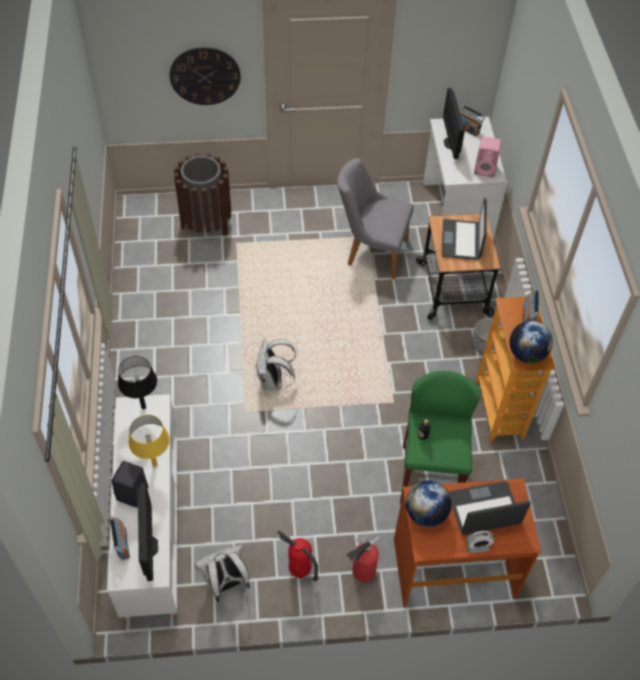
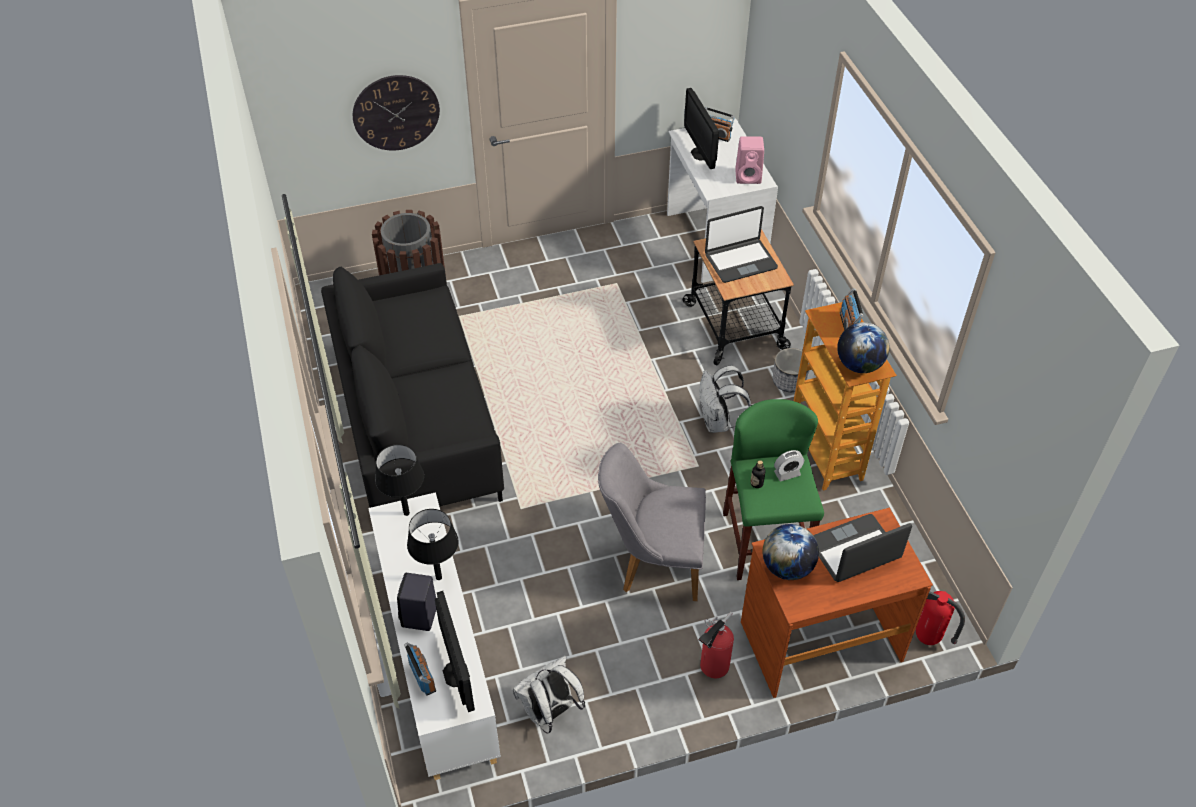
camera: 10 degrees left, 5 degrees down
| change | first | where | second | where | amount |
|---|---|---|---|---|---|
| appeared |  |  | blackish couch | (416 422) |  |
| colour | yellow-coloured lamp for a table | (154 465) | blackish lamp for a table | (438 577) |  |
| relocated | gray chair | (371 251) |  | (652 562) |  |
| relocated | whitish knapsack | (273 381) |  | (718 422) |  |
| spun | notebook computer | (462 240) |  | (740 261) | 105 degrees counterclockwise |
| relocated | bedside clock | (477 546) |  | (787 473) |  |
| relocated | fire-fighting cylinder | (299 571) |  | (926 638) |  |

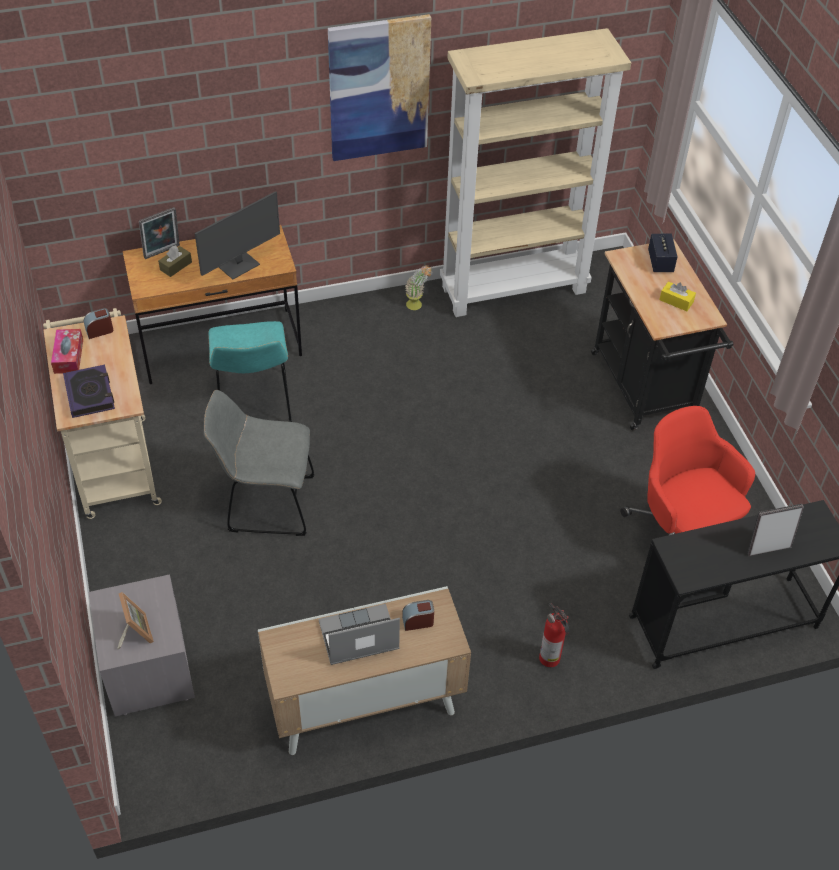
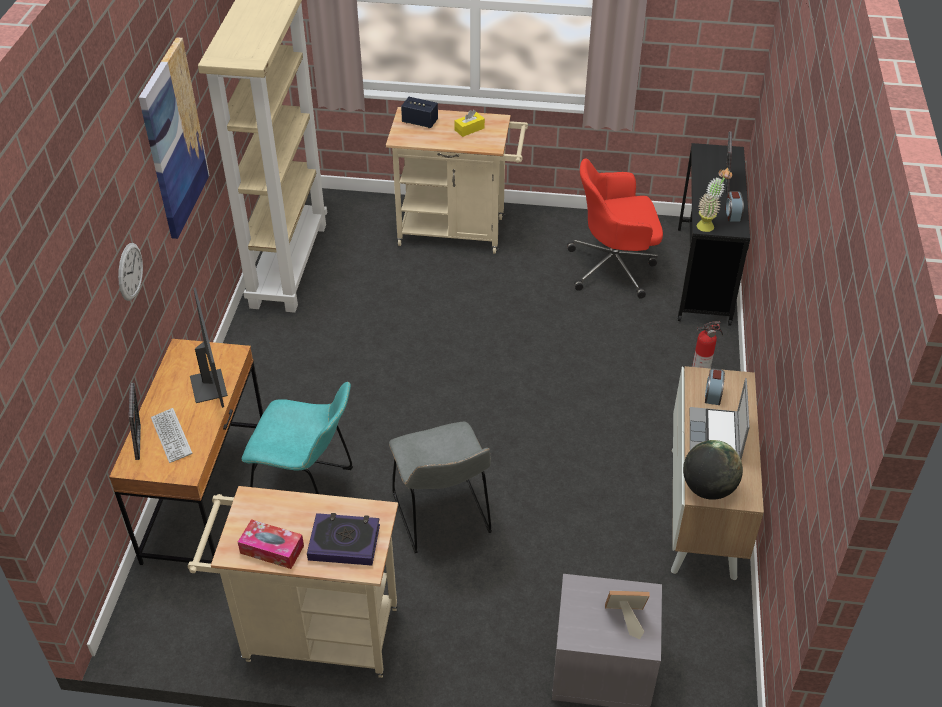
camera: 65 degrees left, 5 degrees down
| change | first | where | second | where | amount |
|---|---|---|---|---|---|
| appeared |  |  | clock on the wall | (130 271) |  |
| exchanged | brown-coloured box of tissues | (176 266) | PC keyboard | (171 436) |  |
| colour | blackish wheeled cart | (646 391) | beige wheeled cart | (458 231) |  |
| spun | gray chair | (266 503) |  | (443 517) | 45 degrees counterclockwise |
| appeared |  |  | desk globe | (708 488) |  |
| relocated | houseplant | (417 306) |  | (708 224) |  |
| relocated | bedside clock | (99 331) |  | (732 214) |  |

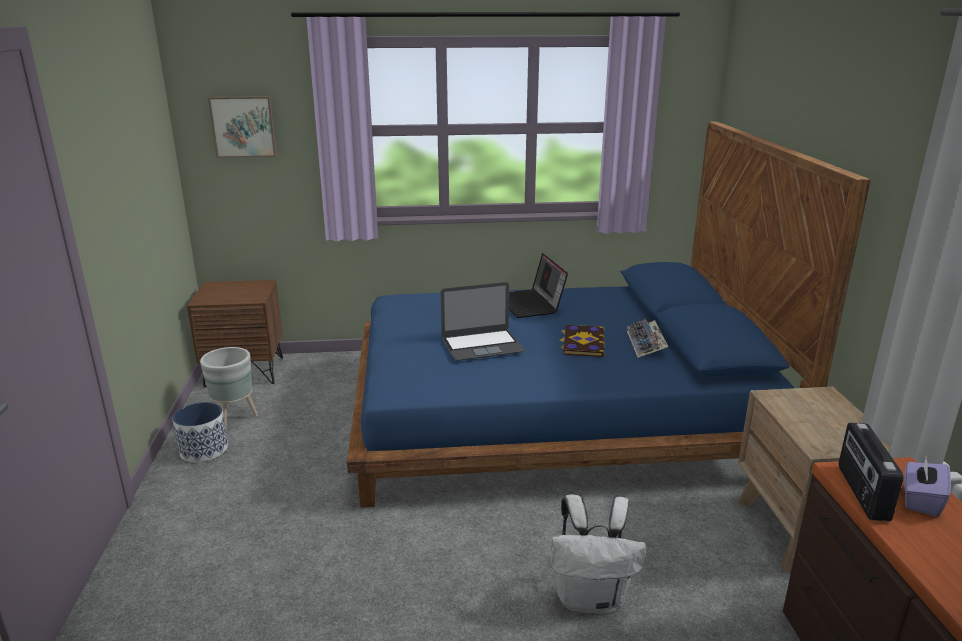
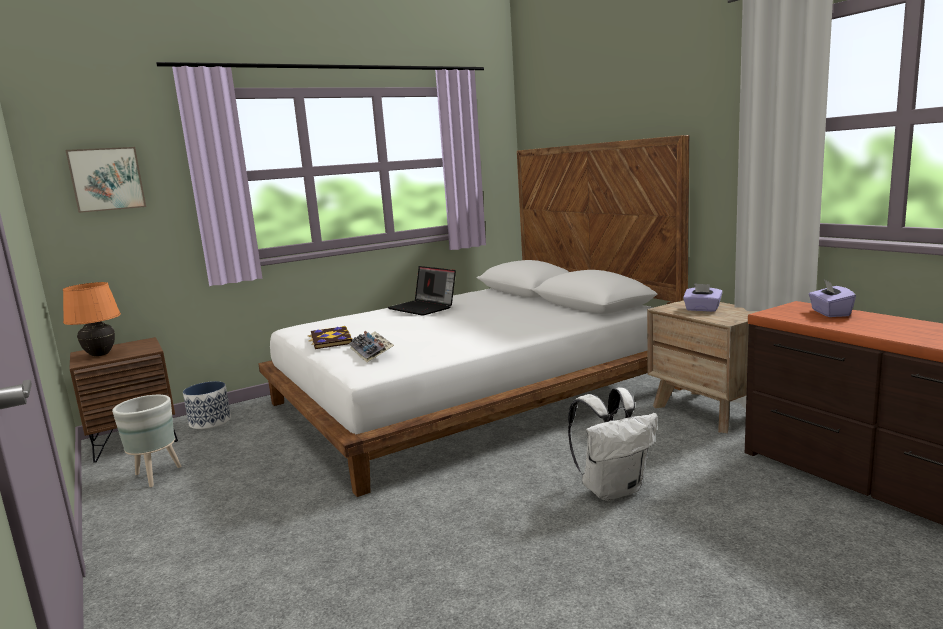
camera: 25 degrees left, 10 degrees down
| change | first | where | second | where | amount |
|---|---|---|---|---|---|
| appeared |  |  | orangey lamp for a table | (100 355) |  |
| relocated | planter | (204 449) |  | (210 421) |  |
| colour | blue sleeping bed | (554 414) | whitish sleeping bed | (470 396) |  |
| relocated | book | (582 342) |  | (330 339) |  |
| relocated | PC keyboard | (646 344) |  | (372 352) |  |
| appeared |  |  | purple-coloured box of tissues | (702 309) |  |
| missing | notebook computer | (482 345) |  |  |  |
| missing | radio receiver | (861 492) |  |  |  |

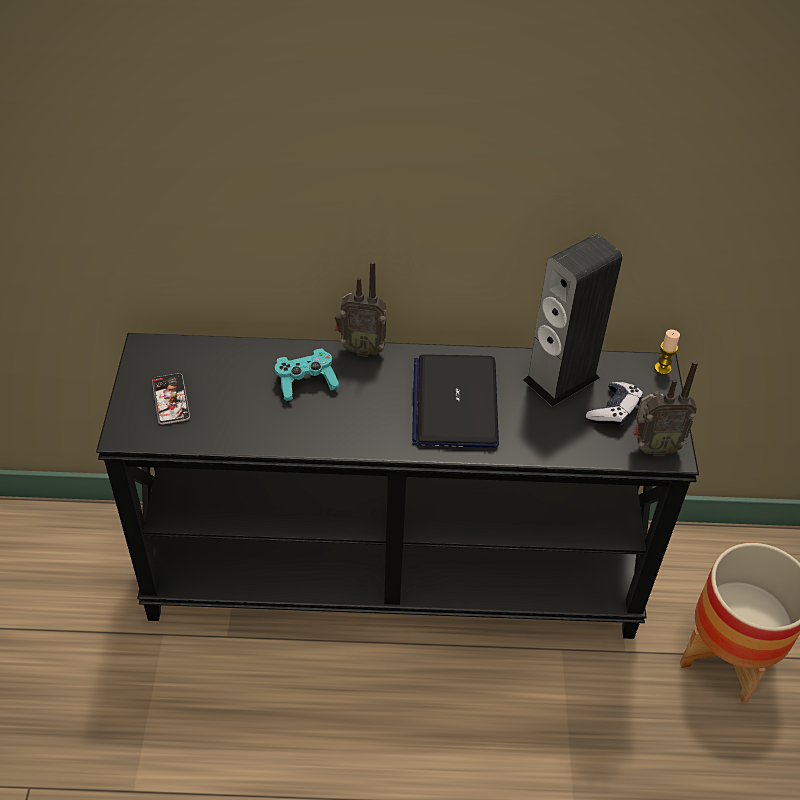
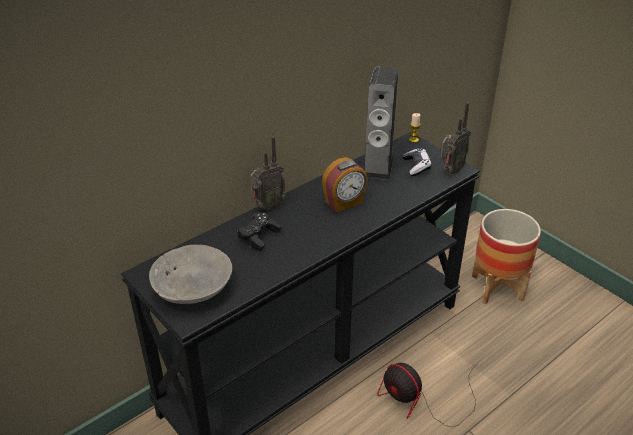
camera: 40 degrees left, 10 degrees down
| change | first | where | second | where | amount |
|---|---|---|---|---|---|
| exchanged | handset | (171 399) | gray serving bowl | (194 288) |  |
| colour | turquoise-coloured gamepad | (306 382) | blackish gamepad | (259 237) |  |
| exchanged | notebook computer | (455 402) | bedside clock | (344 202) |  |
| appeared |  |  | fan | (422 401) |  |

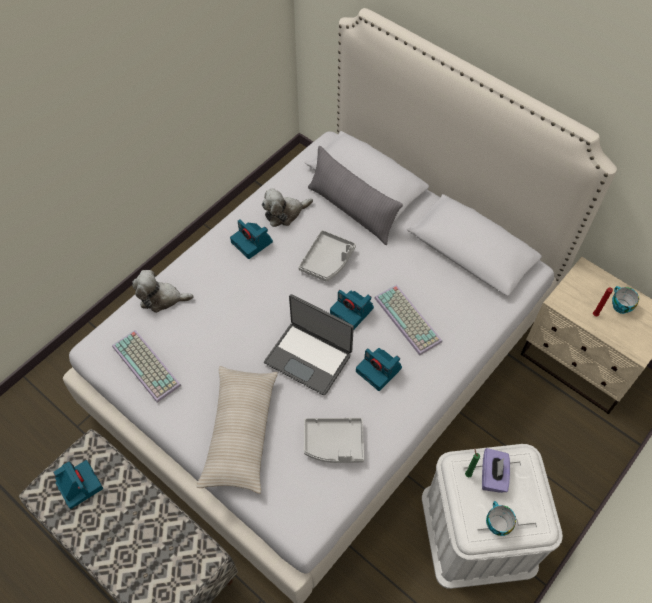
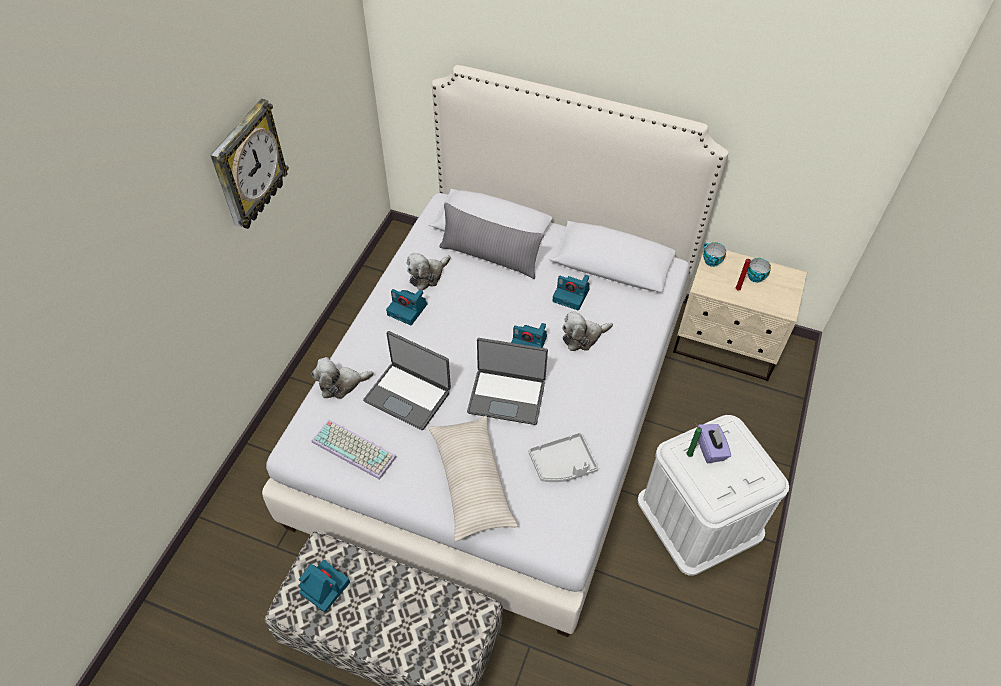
camera: 20 degrees left, 5 degrees down
| change | first | where | second | where | amount |
|---|---|---|---|---|---|
| appeared |  |  | clock on the wall | (248 167) |  |
| appeared |  |  | notebook computer | (408 395) |  |
| relocated | still camera | (379 370) |  | (572 295) |  |
| exchanged | PC keyboard | (409 319) | cuddly toy | (583 337) |  |
| relocated | small cup | (496 523) |  | (710 260) |  |
| missing | gray serving tray | (327 261) |  |  |  |

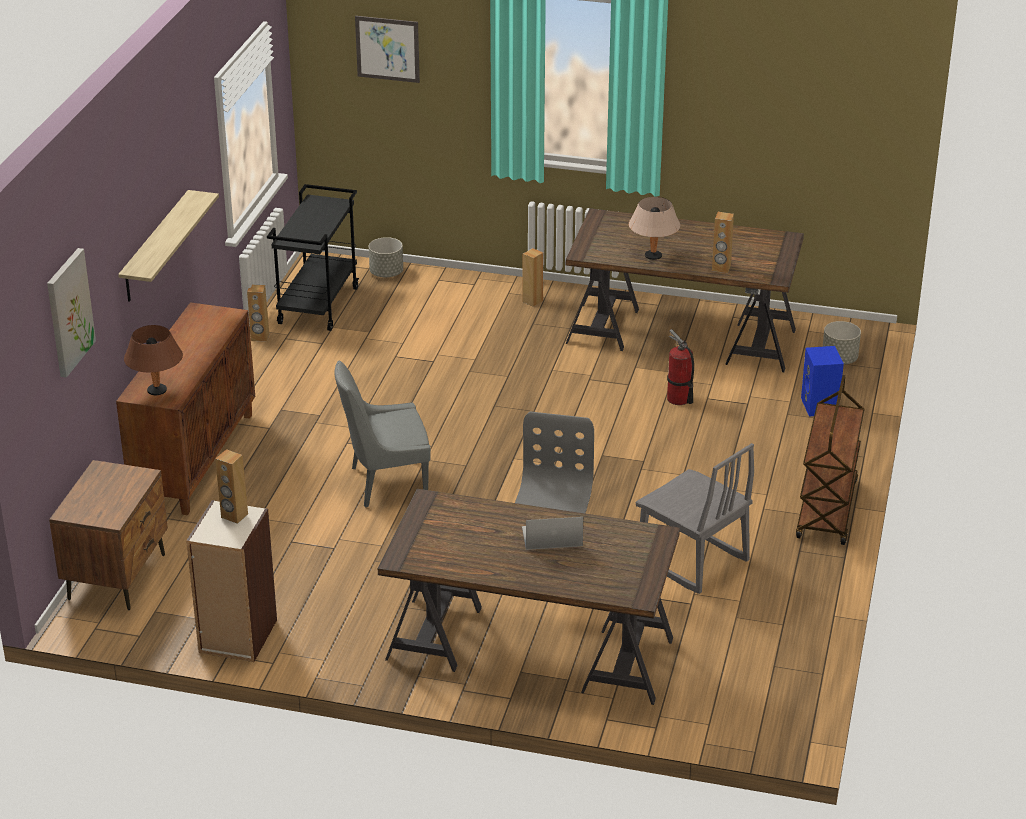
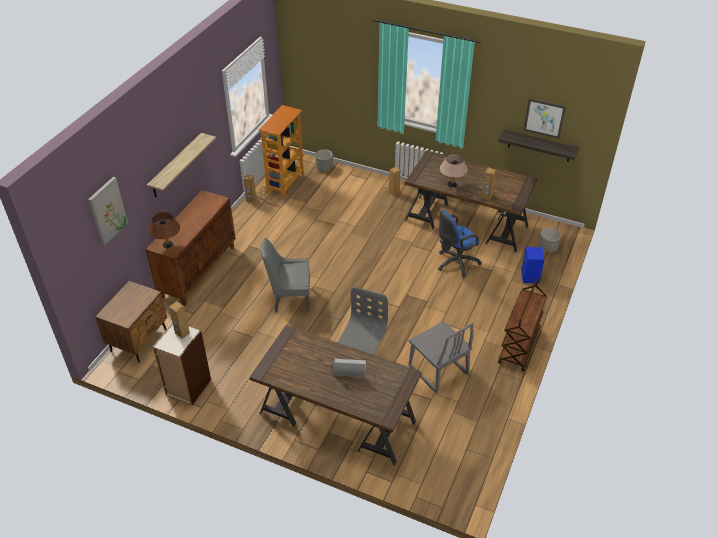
camera: 10 degrees right, 10 degrees up
| change | first | where | second | where | amount |
|---|---|---|---|---|---|
| exchanged | blackish wheeled cart | (318 305) | bookshelf | (285 183) |  |
| exchanged | fire-fighting cylinder | (678 399) | blue office chair | (455 263) |  |
| appeared |  |  | wall shelf | (539 146) |  |
| relocated | wall art | (387 49) |  | (544 118) |  |

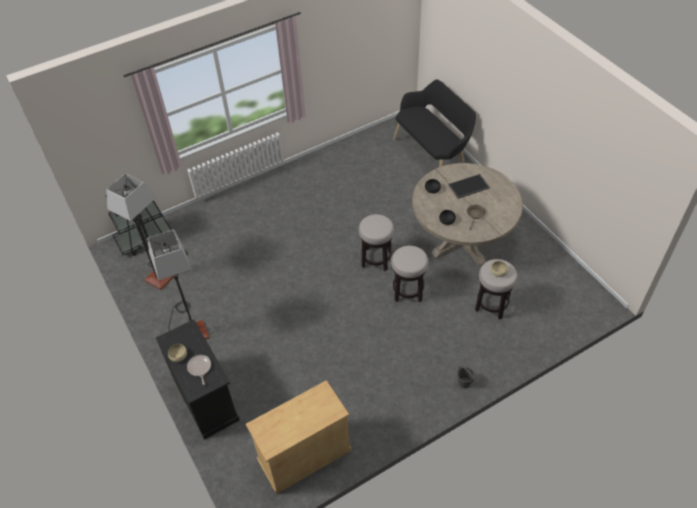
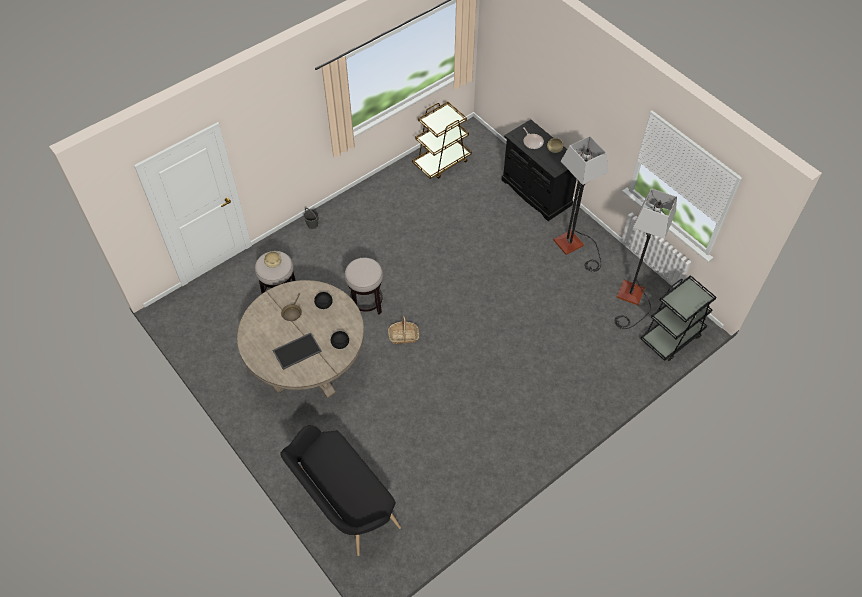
camera: 170 degrees right, 5 degrees up
| change | first | where | second | where | amount |
|---|---|---|---|---|---|
| exchanged | sitting stool | (376 259) | household basket | (403 336) |  |
| exchanged | beige cupboard | (304 455) | brown-coloured wheeled cart | (442 162) |  |

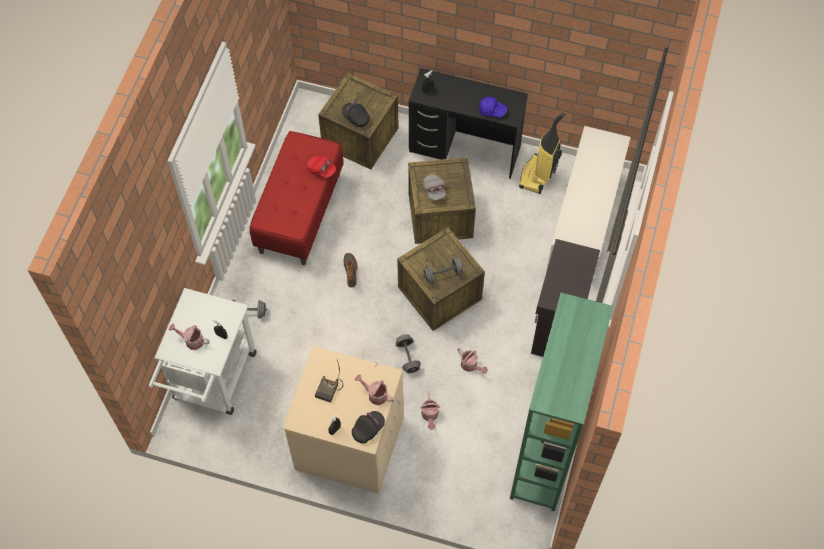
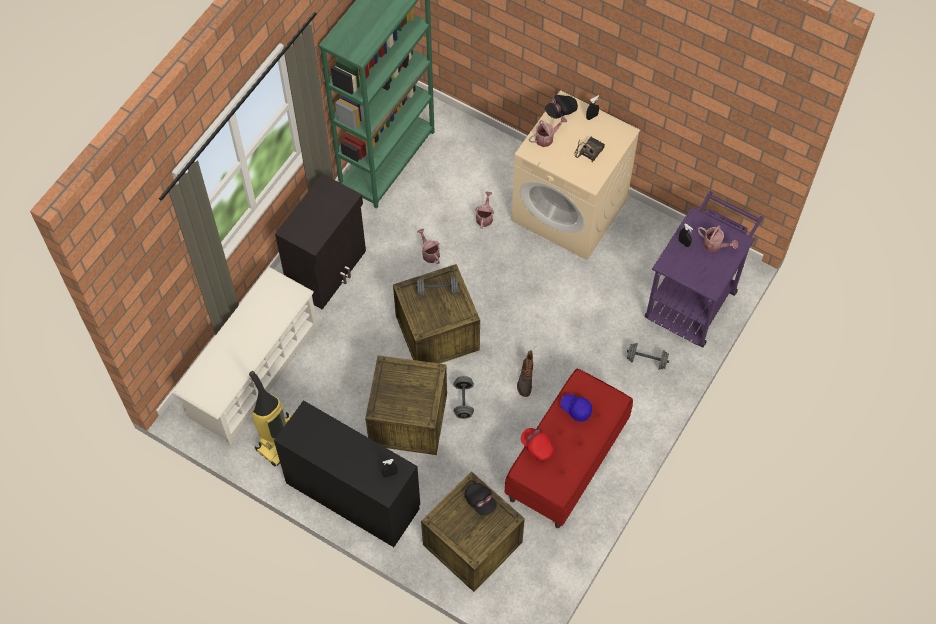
camera: 165 degrees left, 0 degrees up
| change | first | where | second | where | amount |
|---|---|---|---|---|---|
| relocated | gray hand weight | (408 357) |  | (463 401) |  |
| spun | watering pot | (375 394) |  | (546 138) | 75 degrees counterclockwise |
| relocated | blue cap | (492 110) |  | (576 409) |  |
| colour | whitish wheeled cart | (212 382) | purple-coloured wheeled cart | (694 297) |  |
| missing | gray cap | (434 190) |  |  |  |

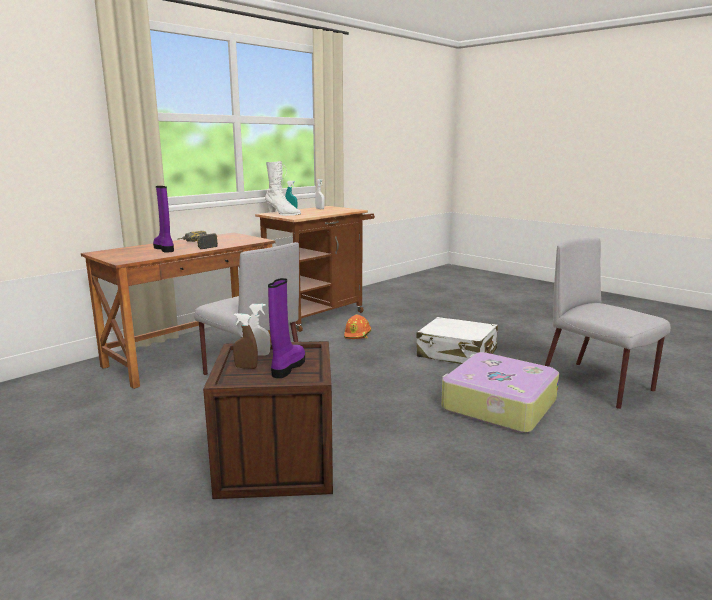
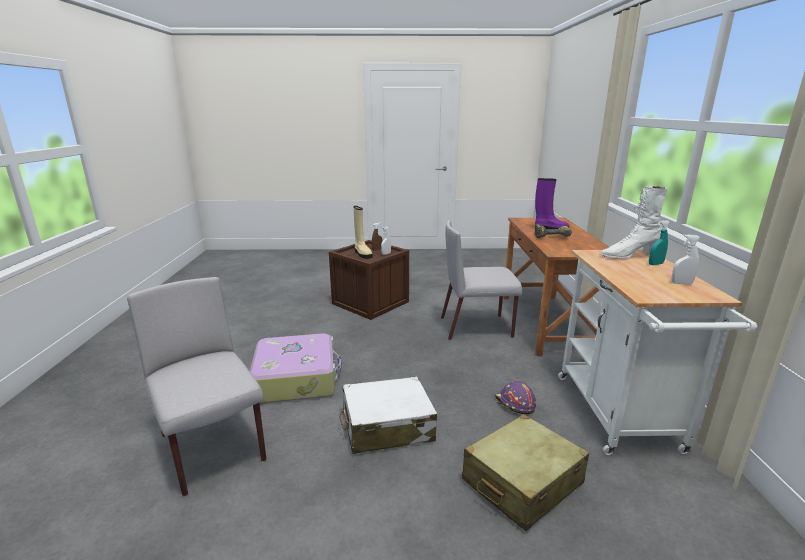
camera: 135 degrees right, 5 degrees up
| change | first | where | second | where | amount |
|---|---|---|---|---|---|
| spun | gray chair | (598 385) |  | (213 449) | 135 degrees counterclockwise |
| colour | purple-coloured boot | (287 367) | beige boot | (362 254) |  |
| appeared |  |  | beige suitcase | (522 482) |  |
| colour | orangey hard hat | (357 334) | purple-coloured hard hat | (514 404) |  |
| colour | brown-coloured wheeled cart | (319 314) | whitish wheeled cart | (621 418) |  |

